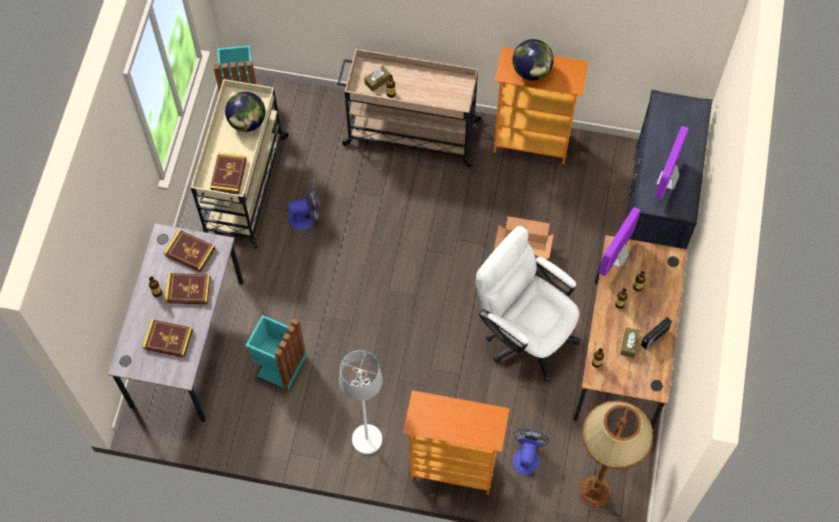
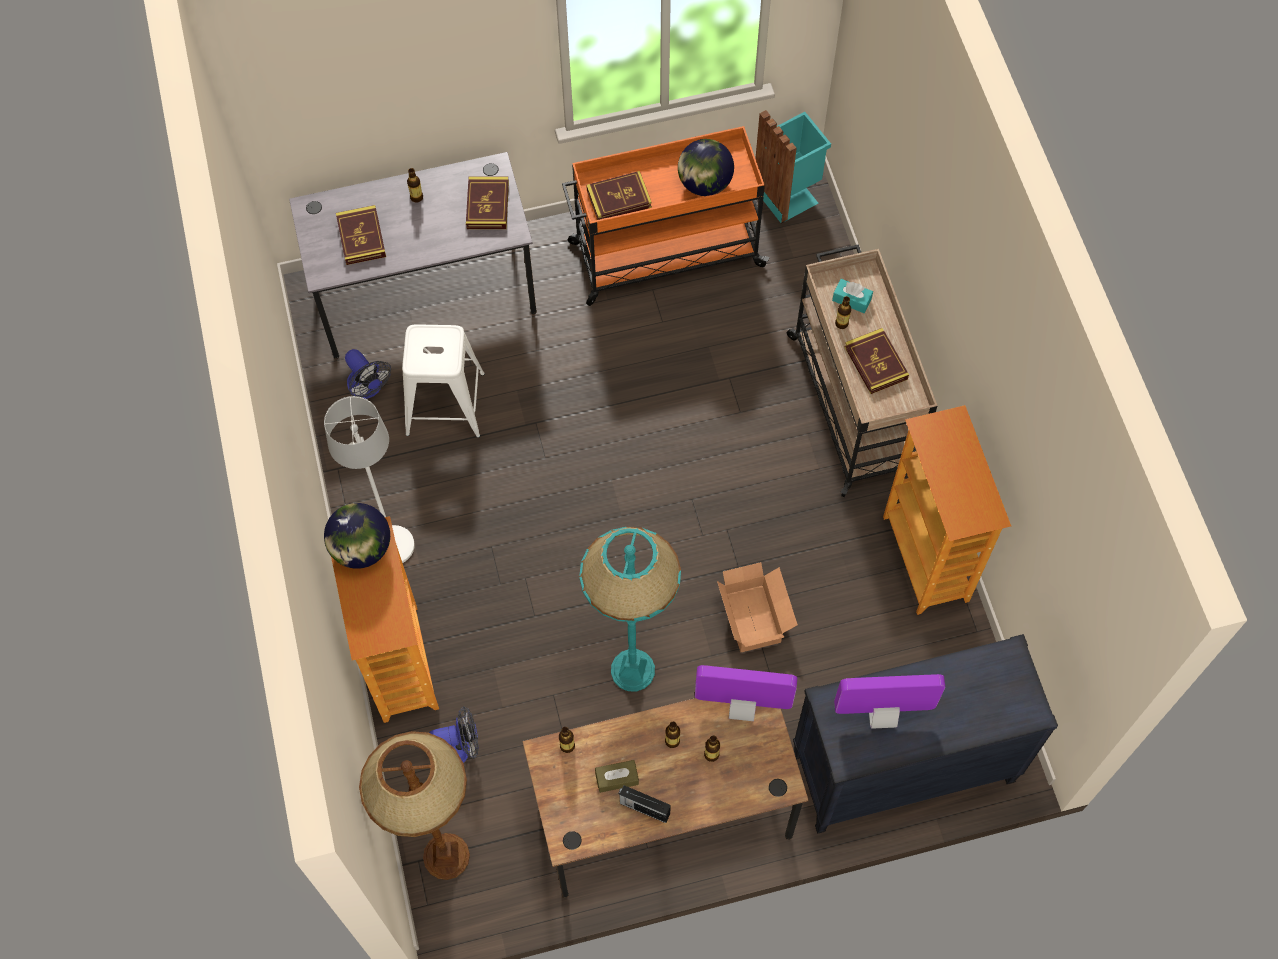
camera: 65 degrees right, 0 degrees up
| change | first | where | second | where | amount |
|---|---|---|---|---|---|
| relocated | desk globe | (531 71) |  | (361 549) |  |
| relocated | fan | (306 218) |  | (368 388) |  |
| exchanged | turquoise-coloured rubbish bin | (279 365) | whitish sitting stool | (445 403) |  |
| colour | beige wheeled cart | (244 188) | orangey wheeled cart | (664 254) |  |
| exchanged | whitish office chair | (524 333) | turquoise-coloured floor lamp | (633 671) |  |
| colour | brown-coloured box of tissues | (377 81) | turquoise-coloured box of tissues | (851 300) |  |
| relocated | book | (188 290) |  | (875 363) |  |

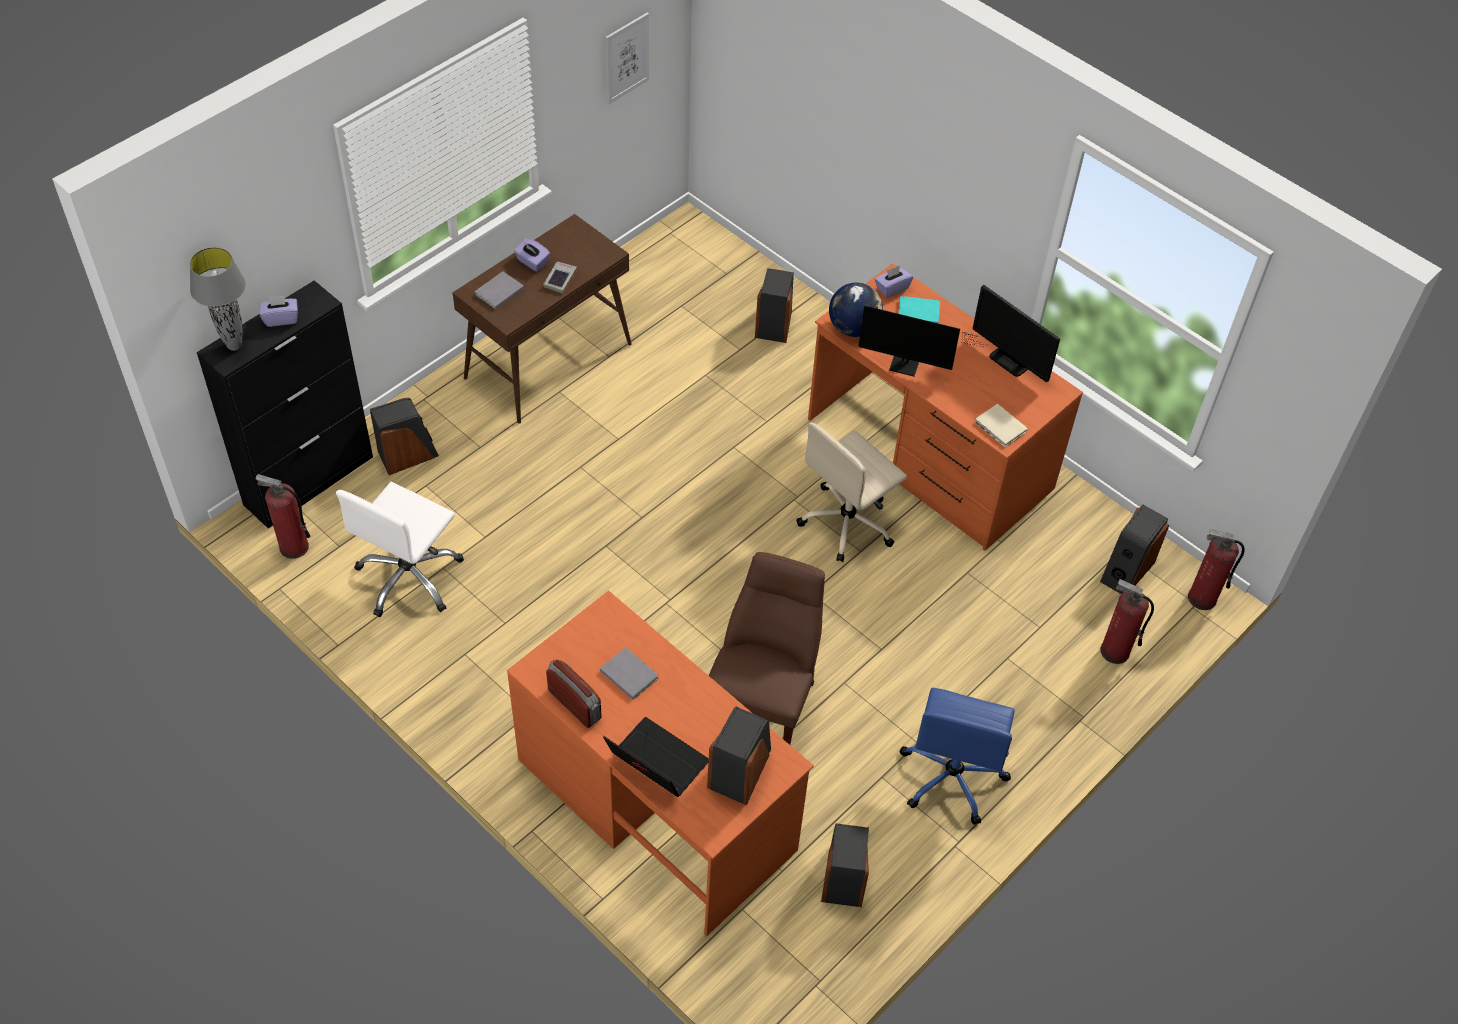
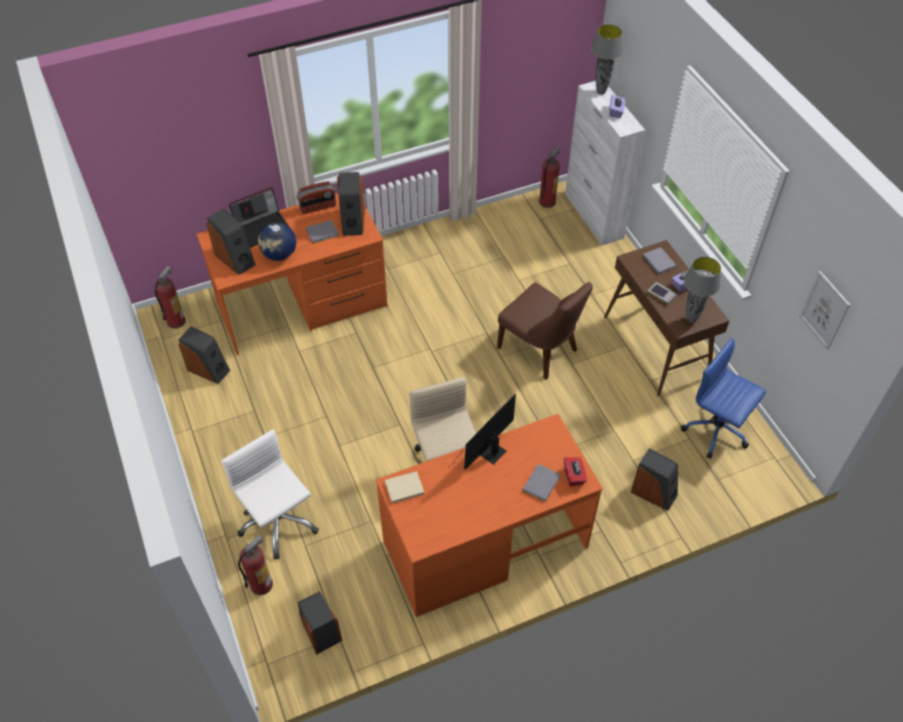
camera: 115 degrees right, 0 degrees up
| change | first | where | second | where | amount |
|---|---|---|---|---|---|
| relocated | fire-fighting cylinder | (1202 598) |  | (176 321) |  |
| relocated | whitish office chair | (410 577) |  | (278 522) |  |
| relocated | desk globe | (853 328) |  | (279 255) |  |
| relocated | loudspeaker | (407 455) |  | (352 221) |  |
| relocated | brown-coloured chair | (763 704) |  | (540 350) |  |
| colour | turquoise-coloured book | (917 311) | gray book | (542 483) |  |
| colour | purple-coloured box of tissues | (892 288) | reddish box of tissues | (574 476) |  |
| colour | blackish cupboard | (309 480) | whitish cupboard | (594 216) |  |
| relocated | blue office chair | (952 777) |  | (717 430) |  |
| appeared |  |  | gray lamp for a table | (691 319) |  |
| missing | monitor | (1010 360) |  |  |  |

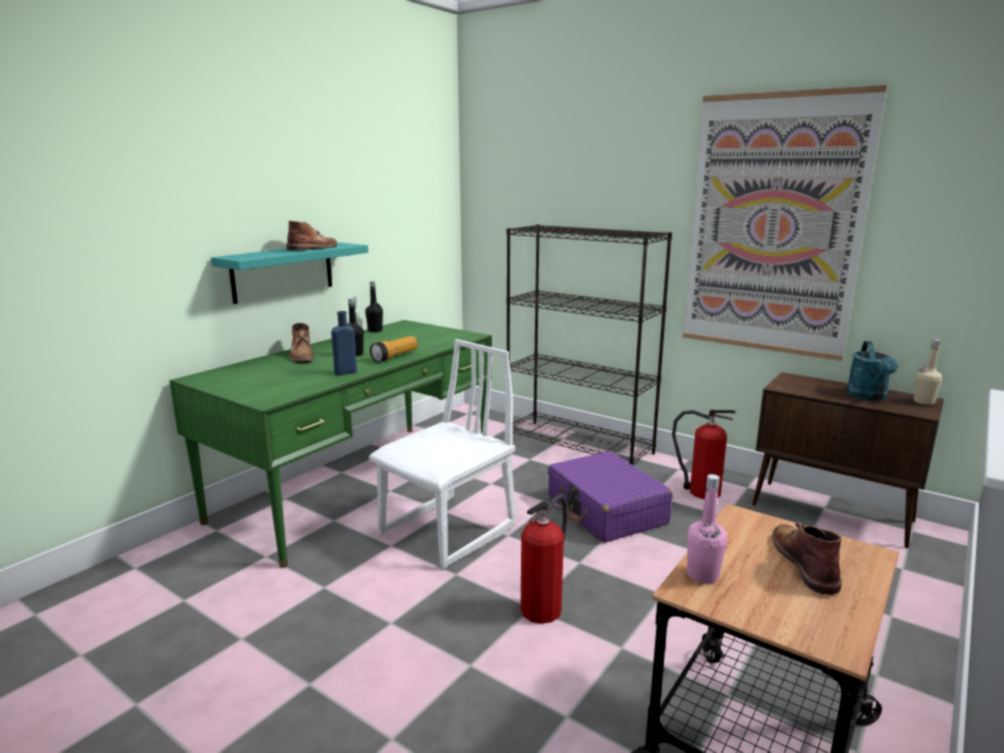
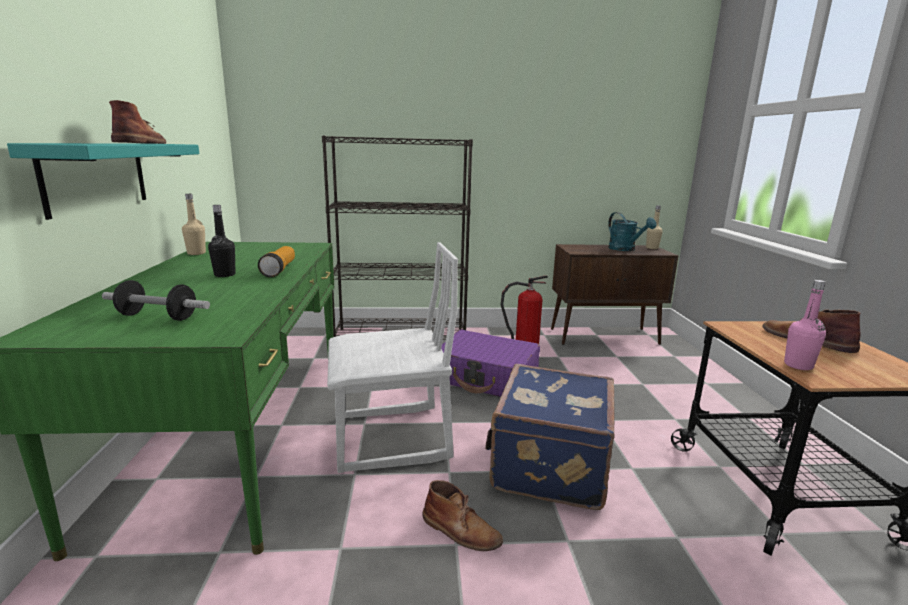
camera: 40 degrees left, 0 degrees up
| change | first | where | second | where | amount |
|---|---|---|---|---|---|
| appeared |  |  | hand weight | (158 317) |  |
| colour | blackish beverage bottle | (375 331) | beige beverage bottle | (196 253) |  |
| spun | whitish chair | (448 531) |  | (391 439) | 75 degrees clockwise |
| relocated | brown-coloured boot | (302 356) |  | (461 531) |  |
| exchanged | fire-fighting cylinder | (542 607) | blue suitcase | (548 466) |  |
| missing | blue beverage bottle | (344 373) |  |  |  |
| missing | wall art | (773 226) |  |  |  |

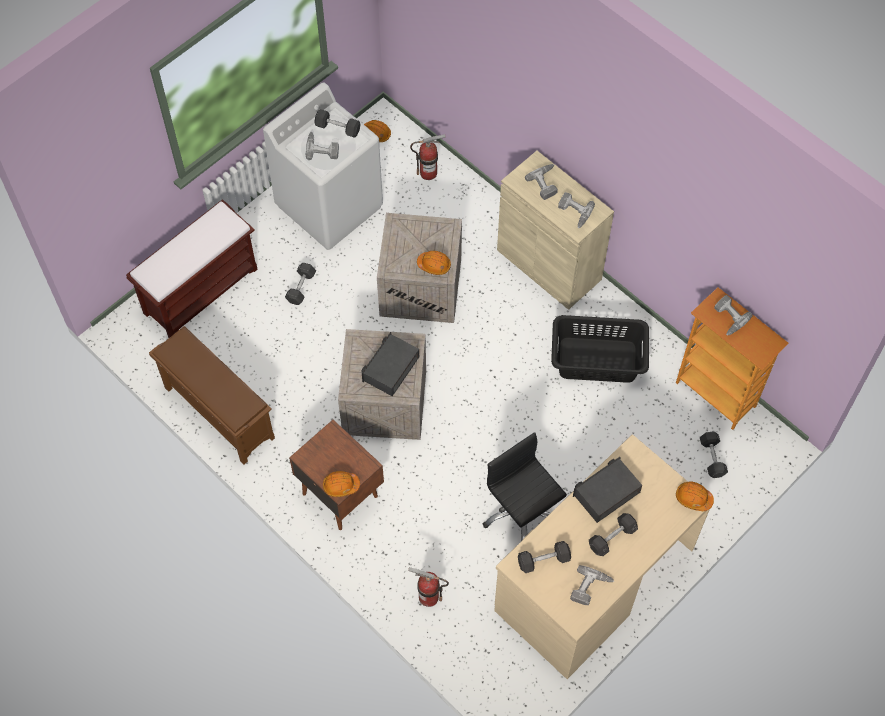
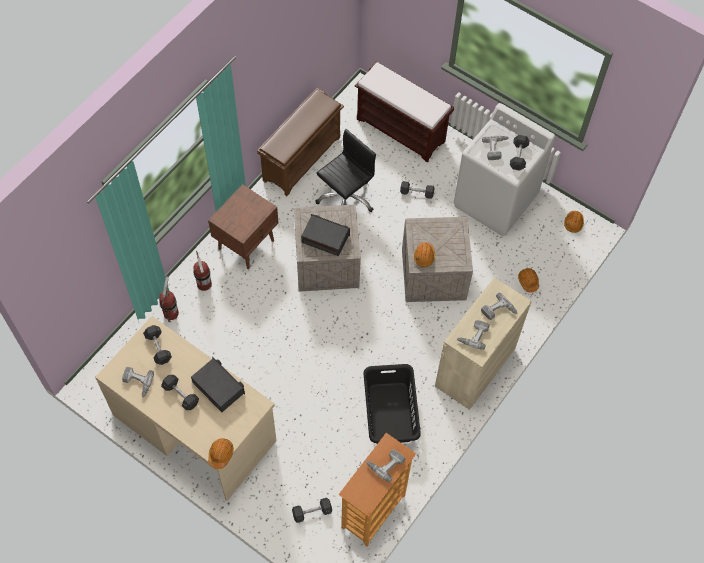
camera: 80 degrees right, 0 degrees up
| change | first | where | second | where | amount |
|---|---|---|---|---|---|
| relocated | fire-fighting cylinder | (428 173) |  | (204 284) |  |
| relocated | blackish office chair | (522 514) |  | (345 199) |  |
| relocated | orangey hard hat | (340 486) |  | (528 281) |  |

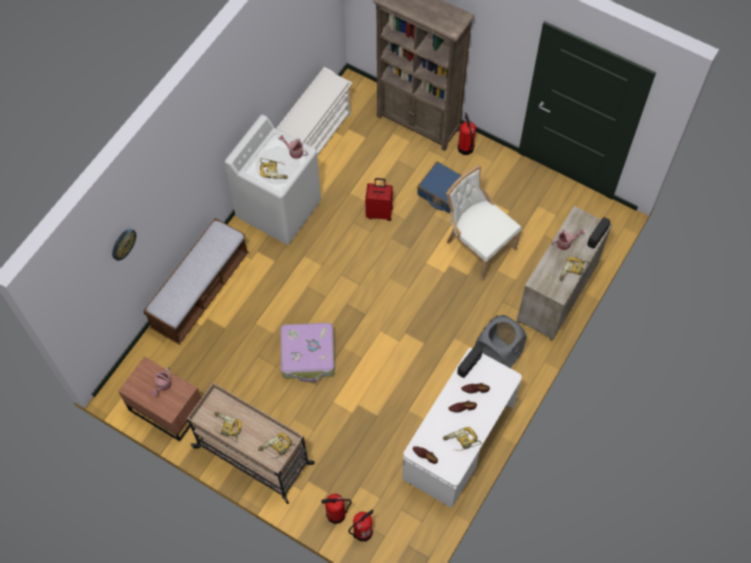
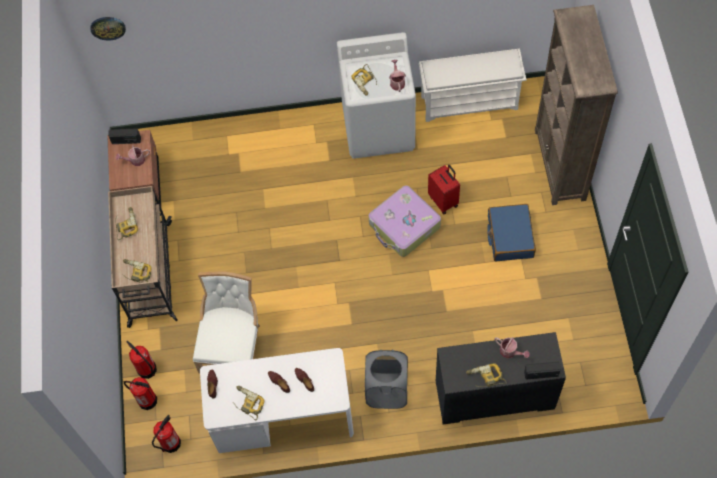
camera: 55 degrees right, 0 degrees up
| change | first | where | second | where | amount |
|---|---|---|---|---|---|
| relocated | clock on the wall | (123 244) |  | (108 27) |  |
| relocated | radio receiver | (469 365) |  | (126 140) |  |
| relocated | fire-fighting cylinder | (465 148) |  | (170 443) |  |
| relocated | whitish chair | (477 245) |  | (234 348) |  |
| relocated | suitcase | (308 355) |  | (404 226) |  |
| colour | beige chest of drawers | (557 293) | blackish chest of drawers | (494 396) |  |
| missing | bench | (201 291) |  |  |  |

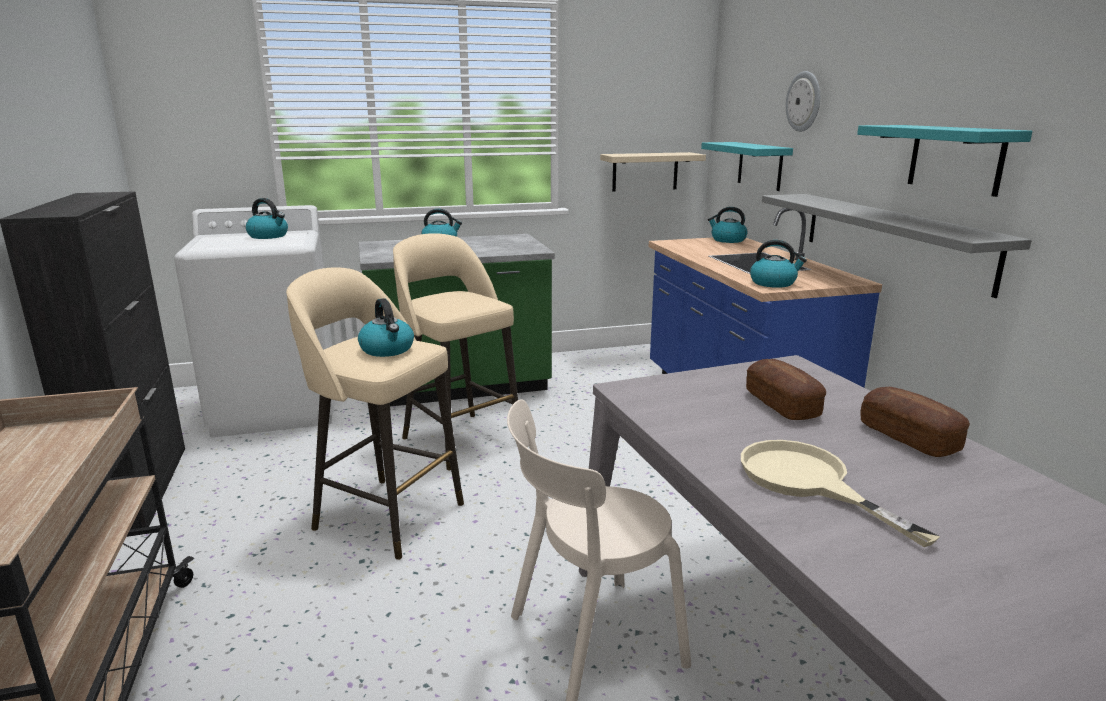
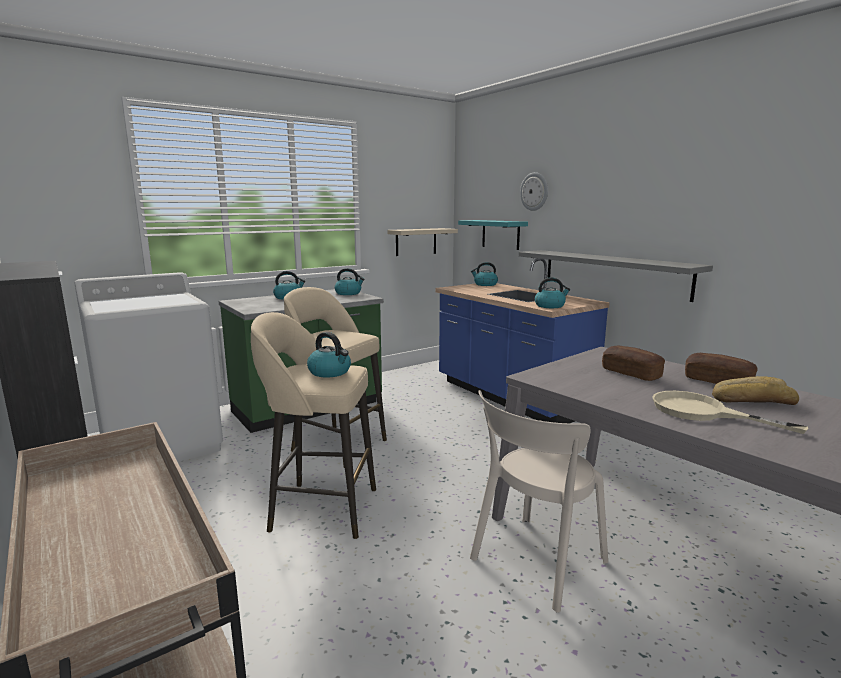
camera: 20 degrees left, 5 degrees down
| change | first | where | second | where | amount |
|---|---|---|---|---|---|
| relocated | water kettle | (269 236) |  | (348 293) |  |
| appeared |  |  | baked bread | (751 400) |  |
| missing | turquoise-coloured wall shelf | (955 159) |  |  |  |

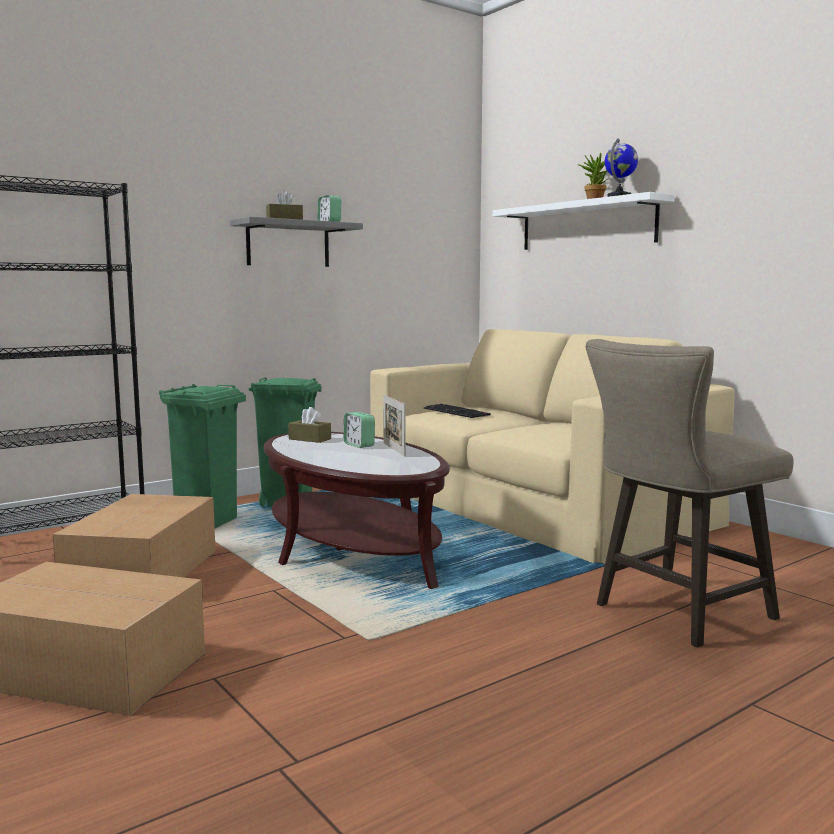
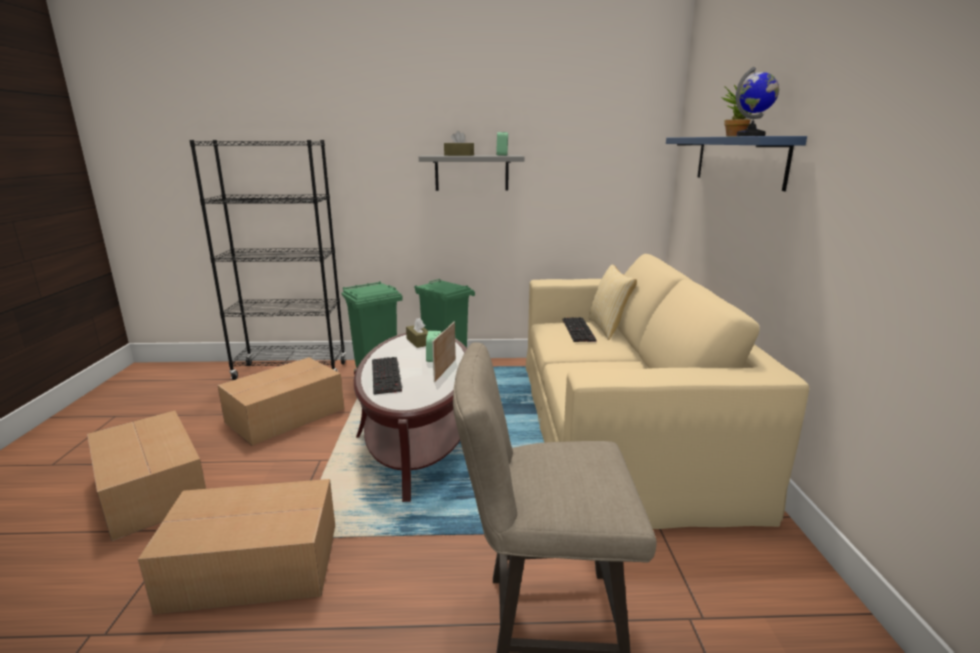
camera: 35 degrees right, 10 degrees up
| change | first | where | second | where | amount |
|---|---|---|---|---|---|
| appeared |  |  | cardboard box | (251 565) |  |
| appeared |  |  | PC keyboard | (387 375) |  |
| appeared |  |  | throw pillow | (609 328) |  |
| colour | whitish wall shelf | (586 225) | blue wall shelf | (738 160) |  |

